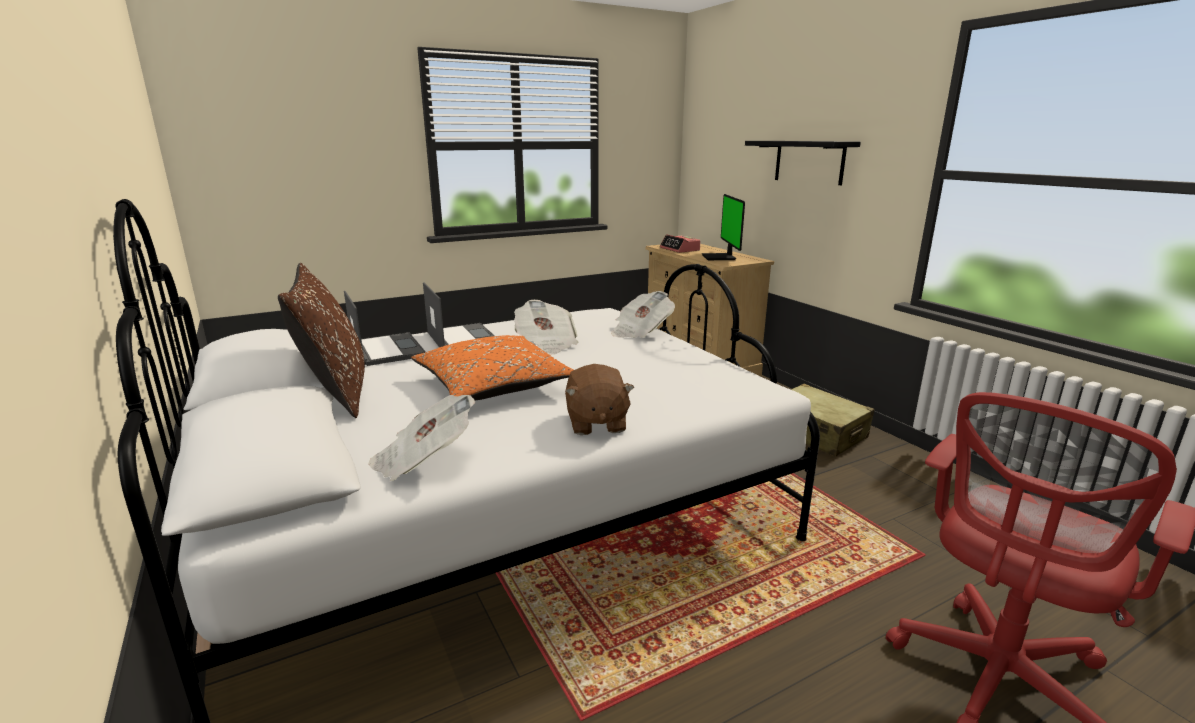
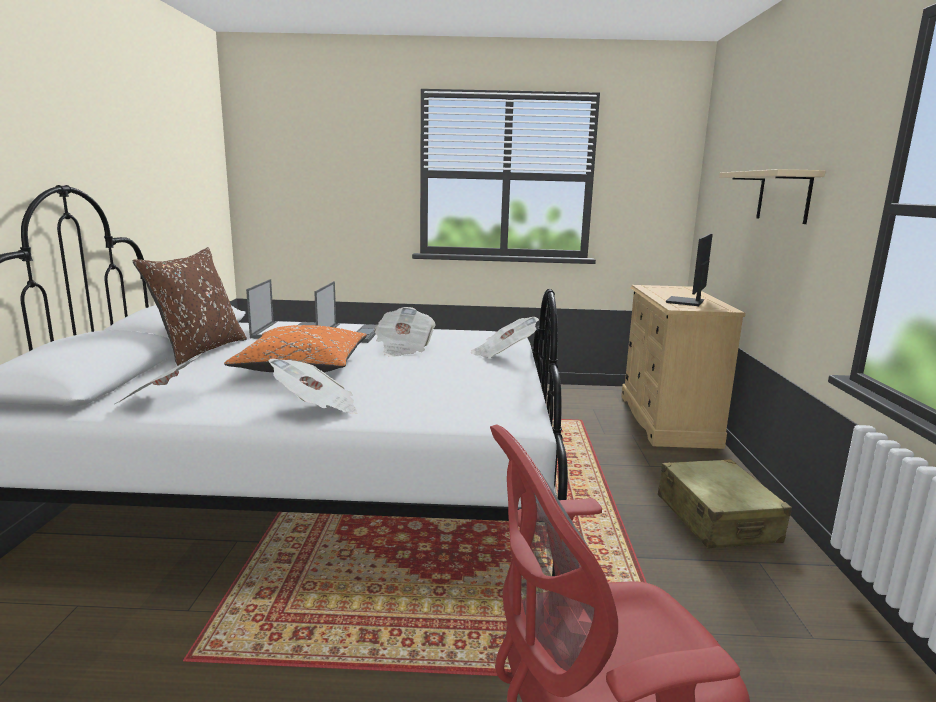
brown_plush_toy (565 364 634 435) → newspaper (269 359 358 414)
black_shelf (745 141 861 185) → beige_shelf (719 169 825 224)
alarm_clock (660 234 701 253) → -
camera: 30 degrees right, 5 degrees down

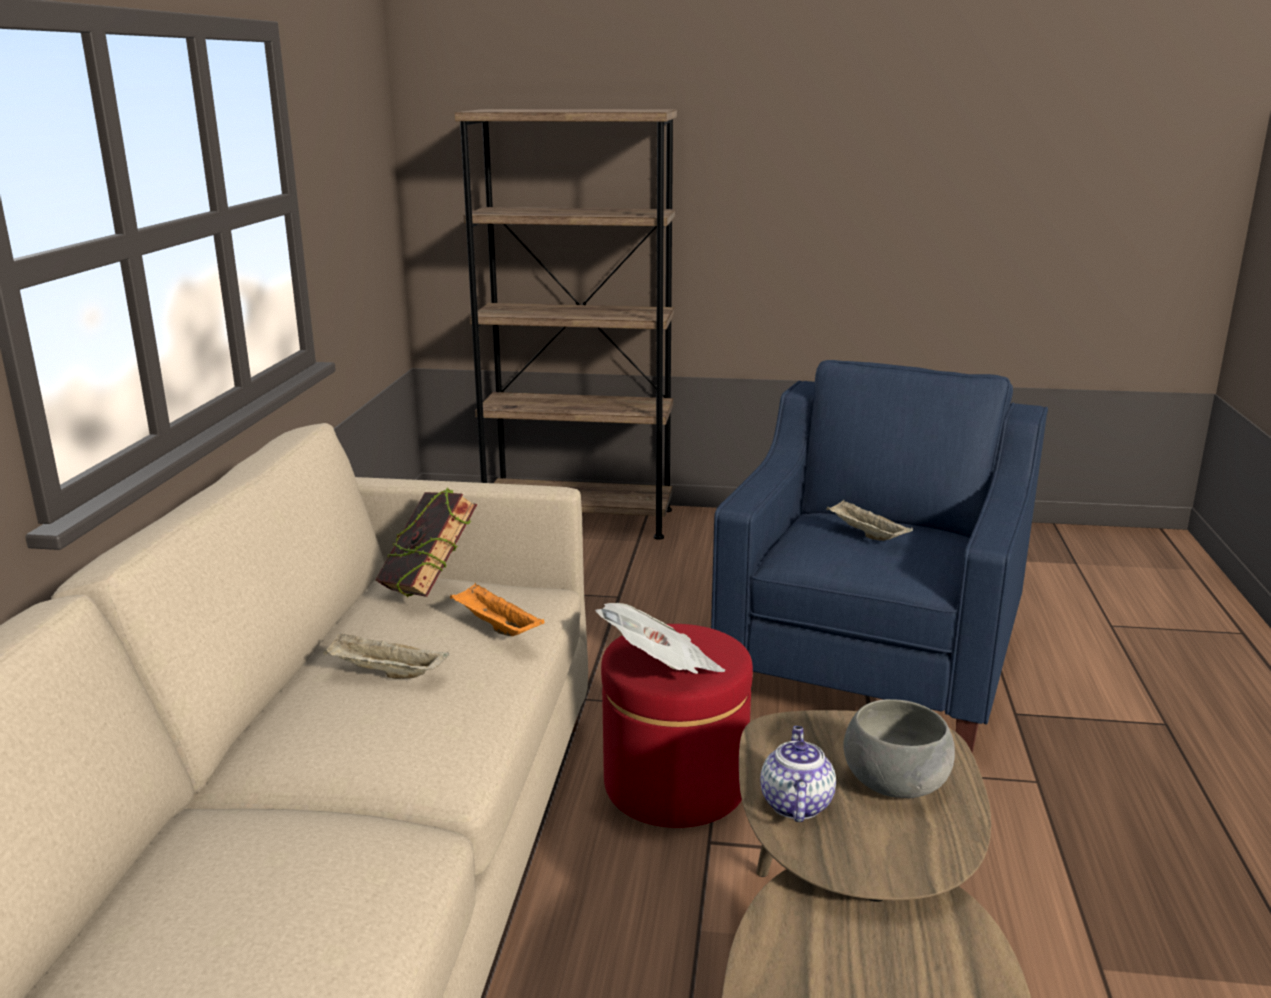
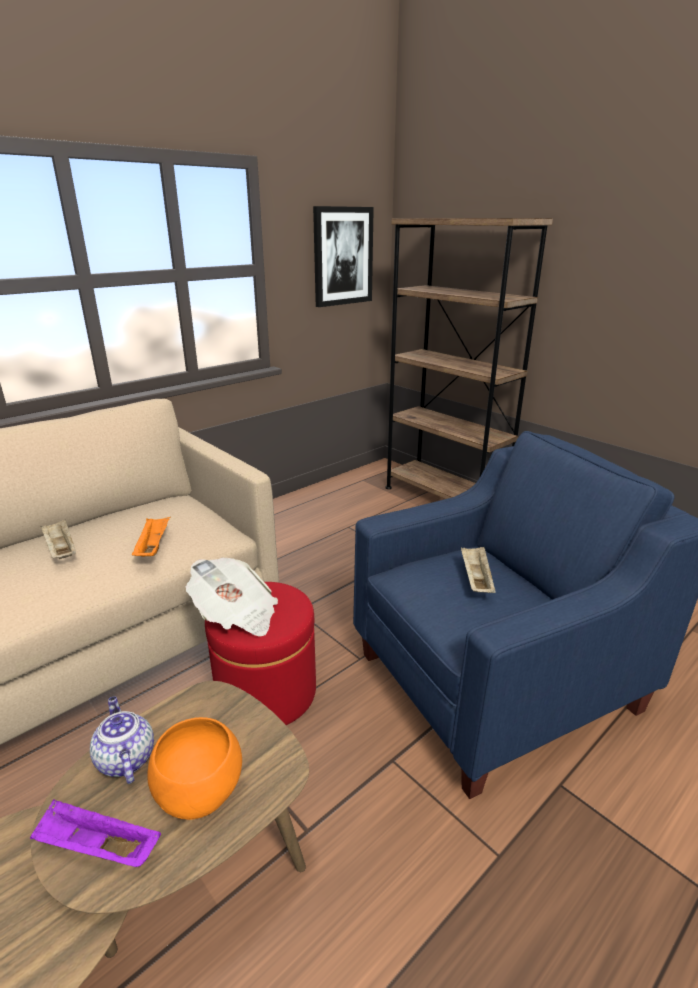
- → purple_tray (30 799 161 867)
teapot (760 726 836 822) → teapot (90 696 154 784), 75 degrees counterclockwise
grey_bowl (843 699 955 798) → orange_bowl (147 717 242 820)
- → picture (313 206 374 307)
book (376 488 477 598) → -
camera: 40 degrees right, 5 degrees up

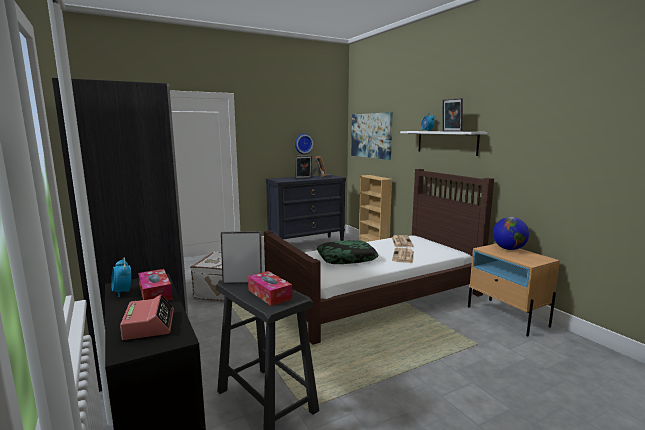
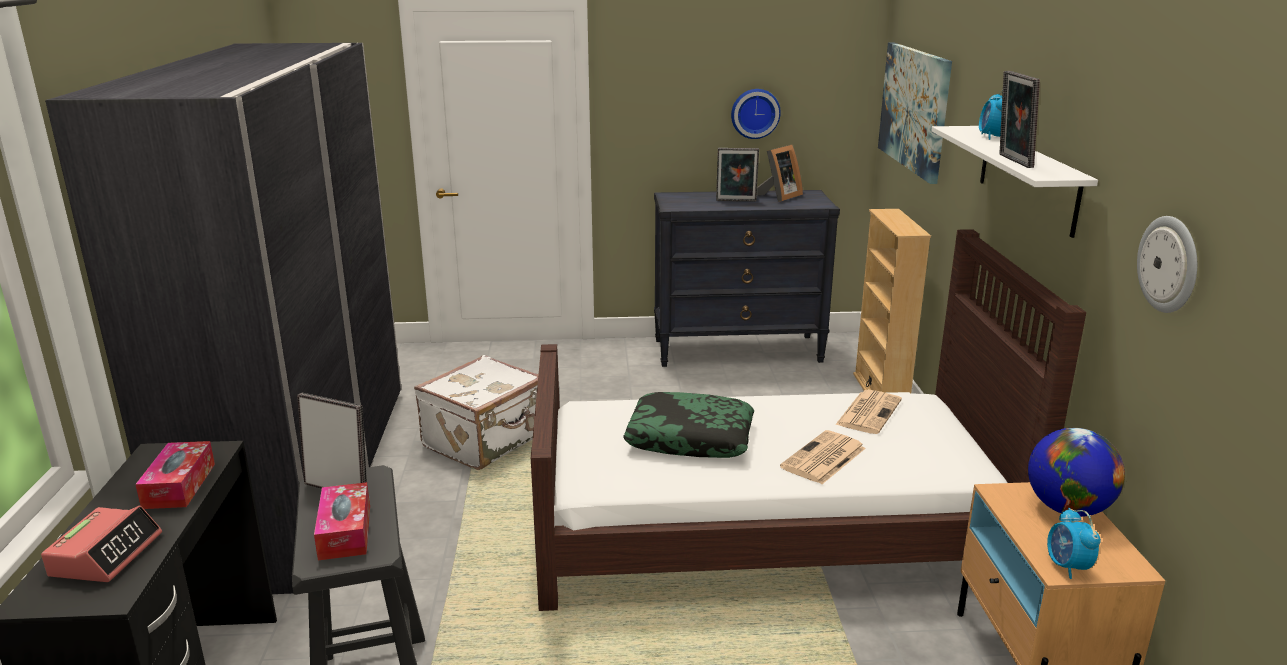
alarm_clock (111 257 131 297) → alarm_clock (1047 508 1101 579), relocated
- → wall_clock (1137 216 1197 313)
camera: 25 degrees right, 10 degrees up

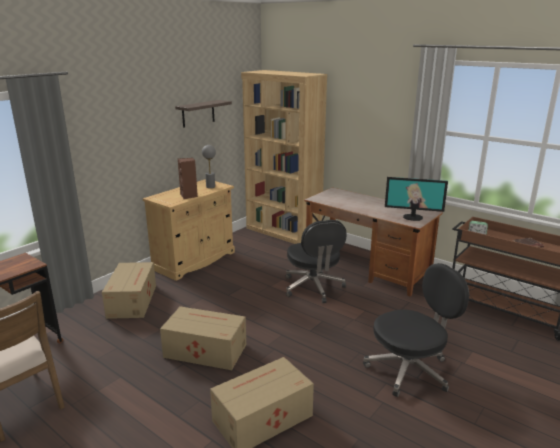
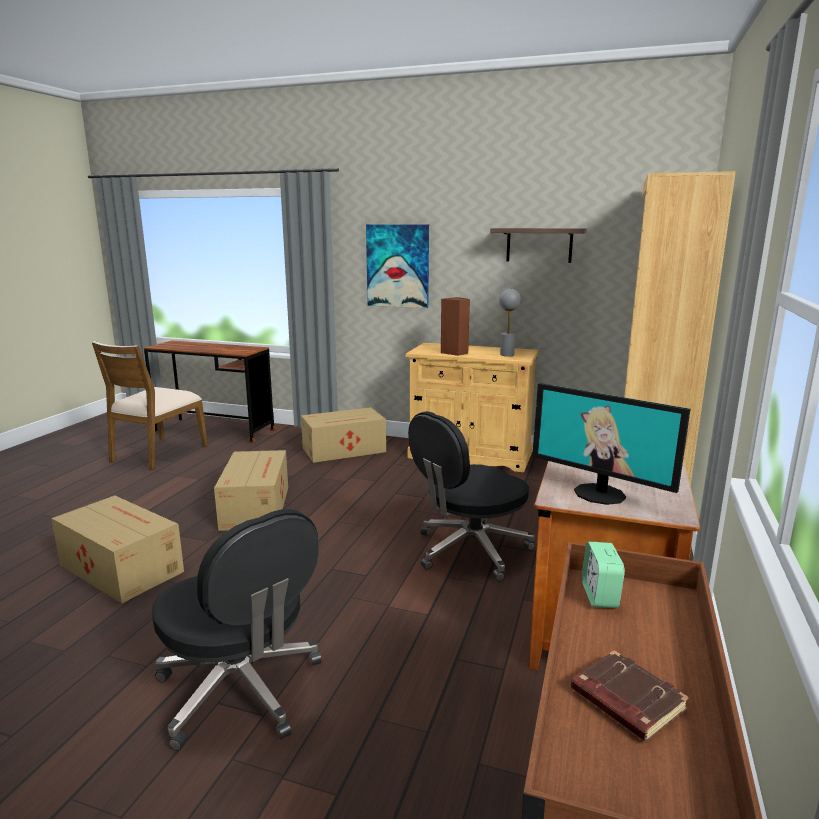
- → picture (366 224 429 308)
monitor (385 177 448 221) → monitor (532 383 691 505), 45 degrees counterclockwise
camera: 70 degrees right, 5 degrees down

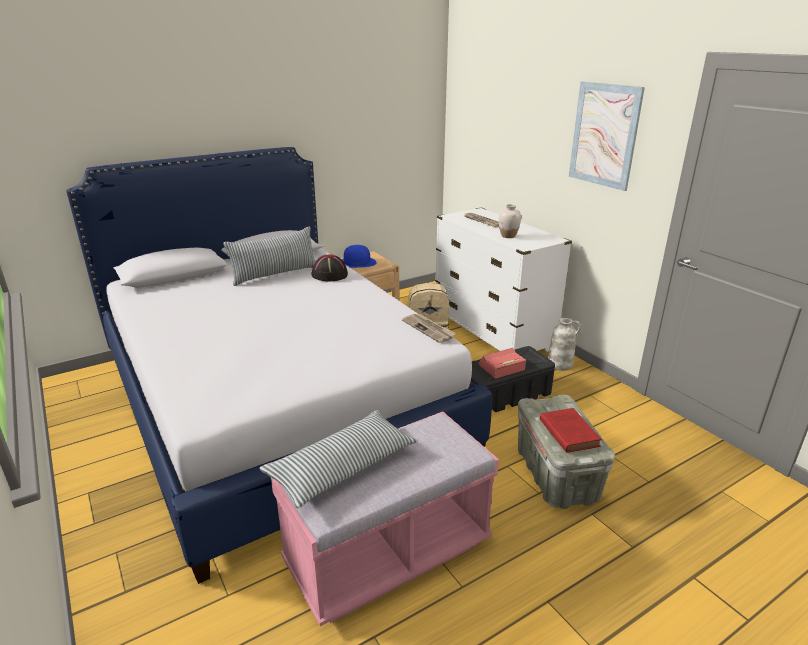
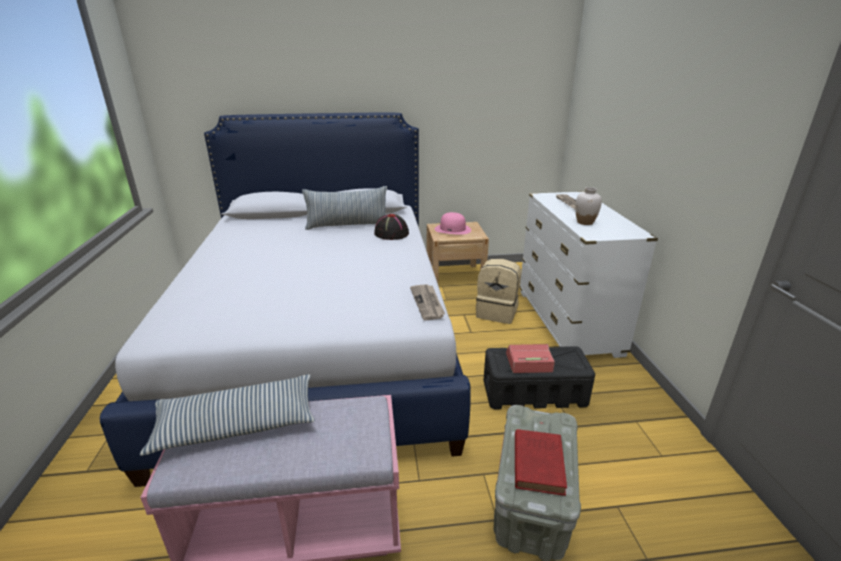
blue_hat (342 245 377 268) → pink_hat (435 212 471 235)
white_vase (548 318 581 371) → -
picture (569 82 645 191) → -
camera: 25 degrees right, 0 degrees up

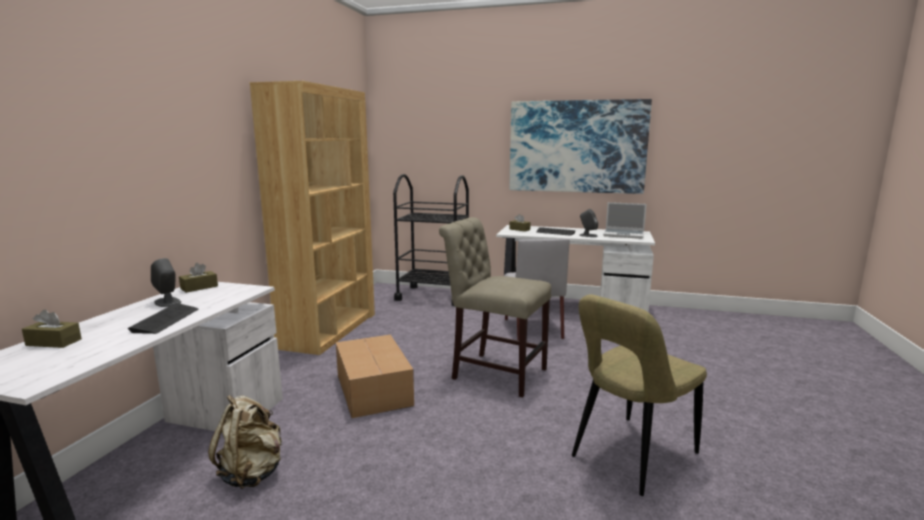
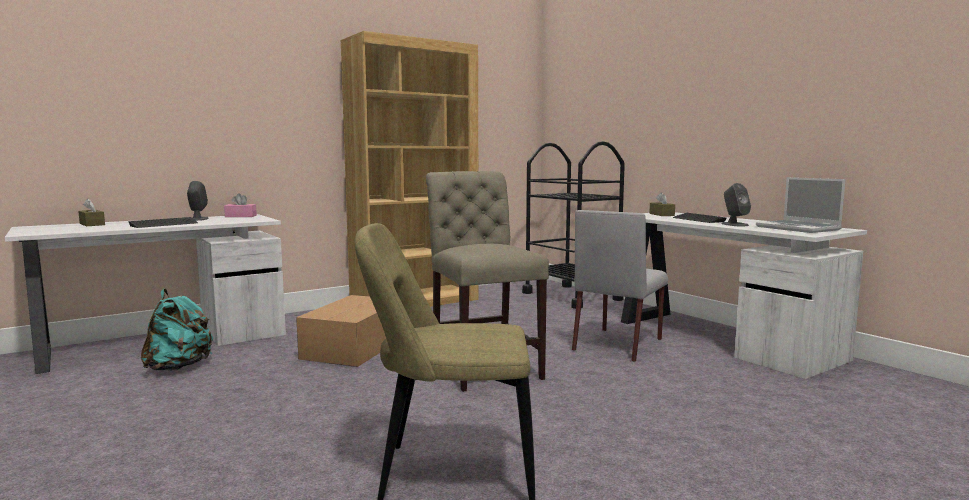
beige_backpack (208 395 282 489) → turquoise_backpack (141 289 213 371)
brown_tissue_box (179 263 218 293) → pink_tissue_box (224 193 257 217)
picture (509 99 652 194) → -
camera: 40 degrees right, 5 degrees down

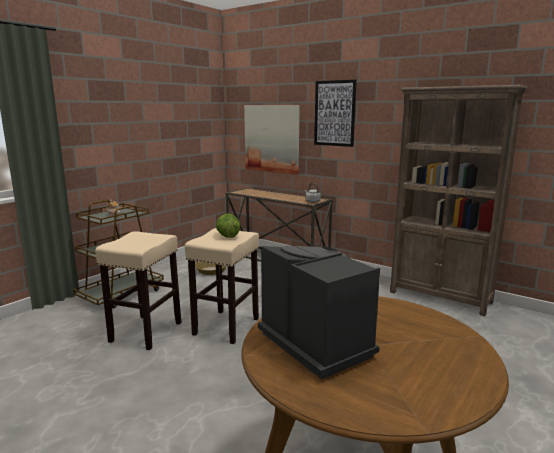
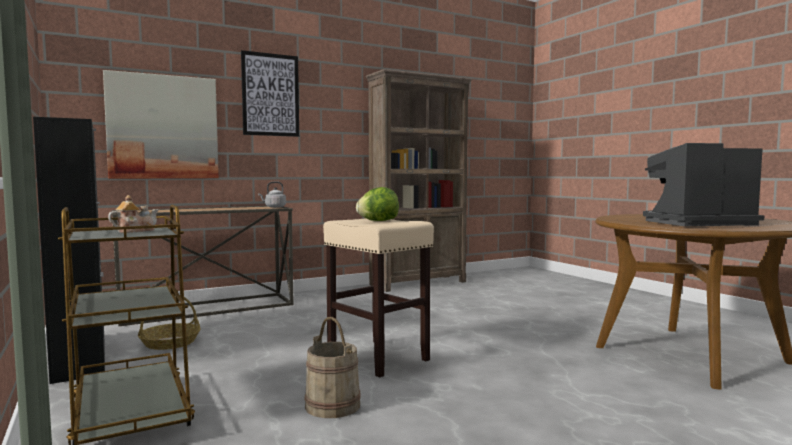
- → black_cabinet (33 117 105 384)
beige_stool (95 231 181 350) → beige_bucket (304 317 361 418)
camera: 65 degrees left, 10 degrees down

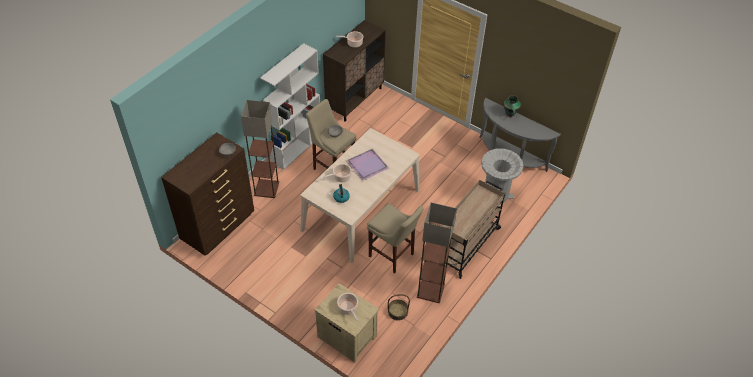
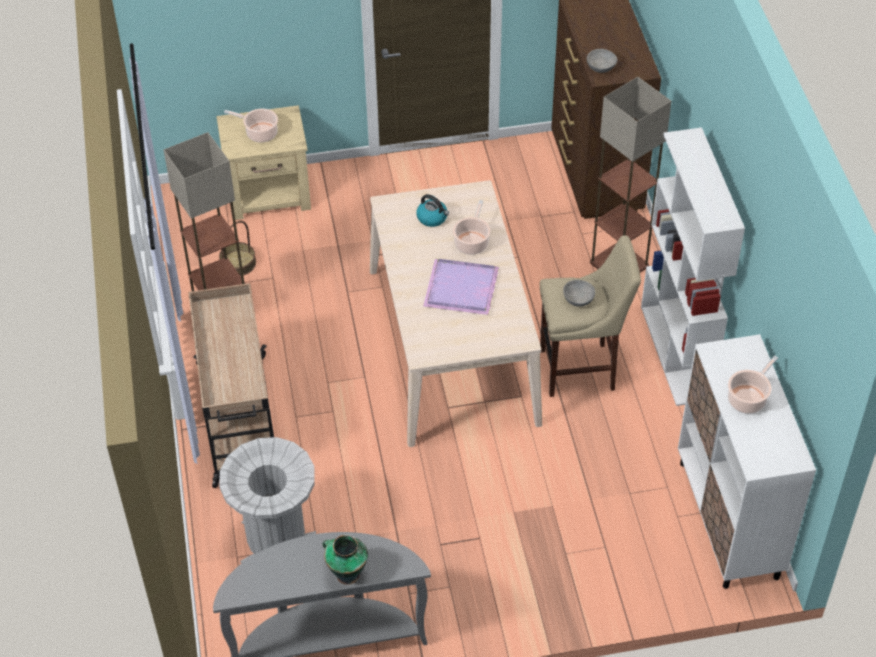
brown_cabinet (323 20 386 122) → white_cabinet (678 334 816 589)
beige_stool (367 203 423 274) → -
camera: 135 degrees right, 0 degrees up

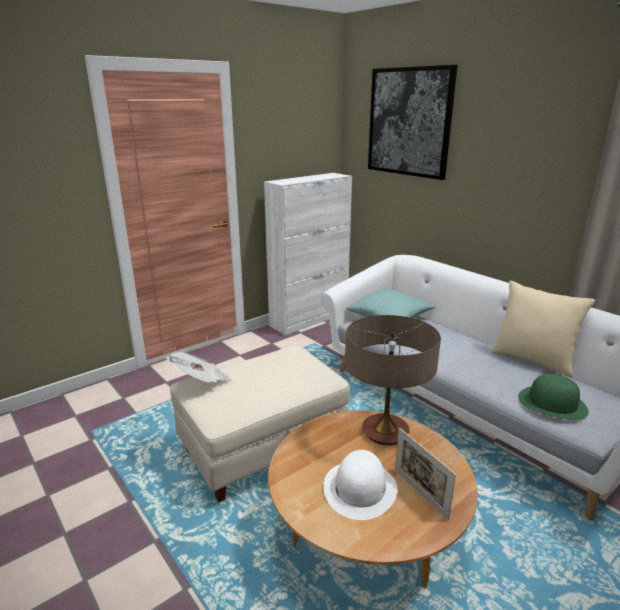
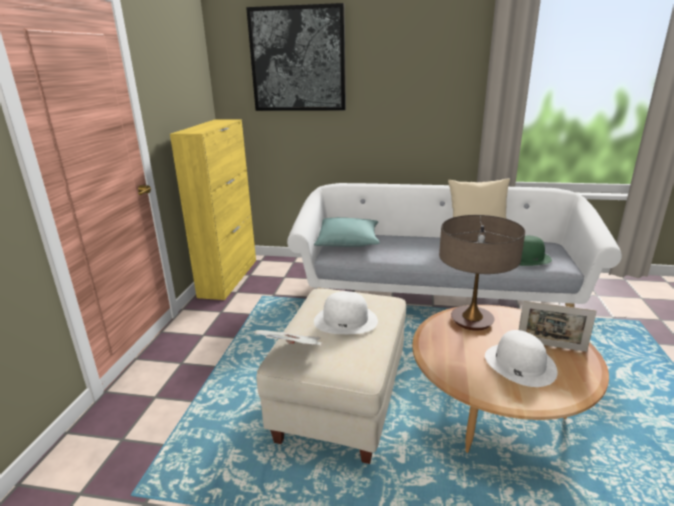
white_cabinet (264 173 352 335) → yellow_cabinet (170 119 256 300)
- → white_hat (314 291 378 334)
camera: 40 degrees left, 0 degrees up

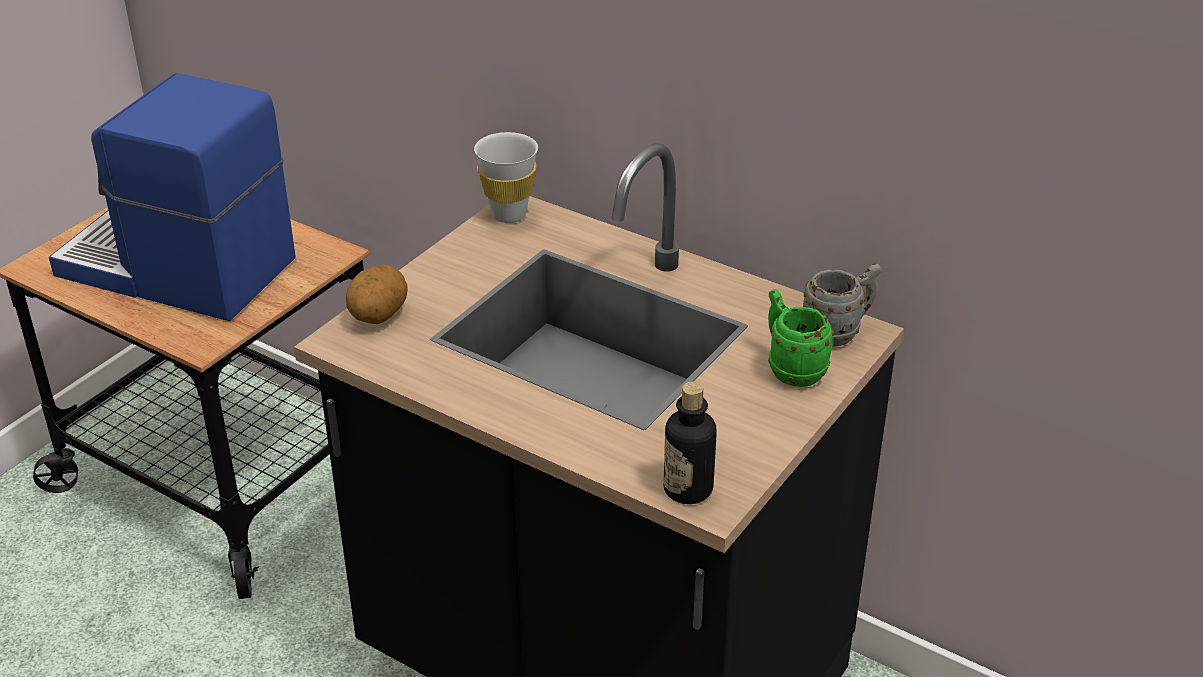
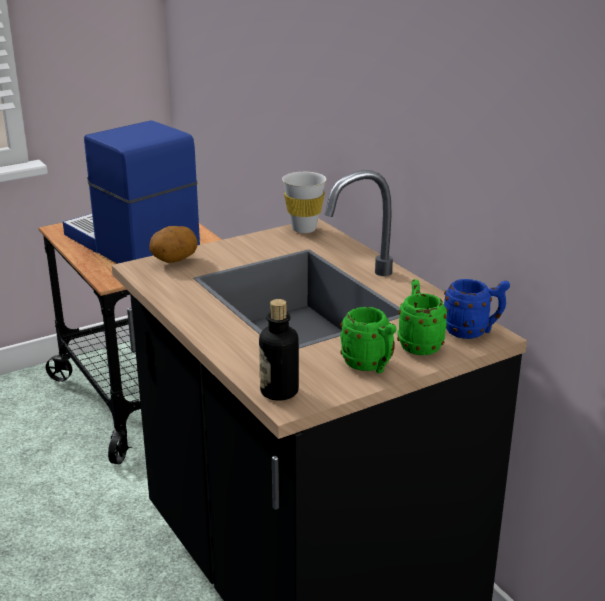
- → green_mug (340 307 397 374)
grey_mug (803 264 881 347) → blue_mug (444 279 510 339)
camera: 25 degrees right, 10 degrees down

